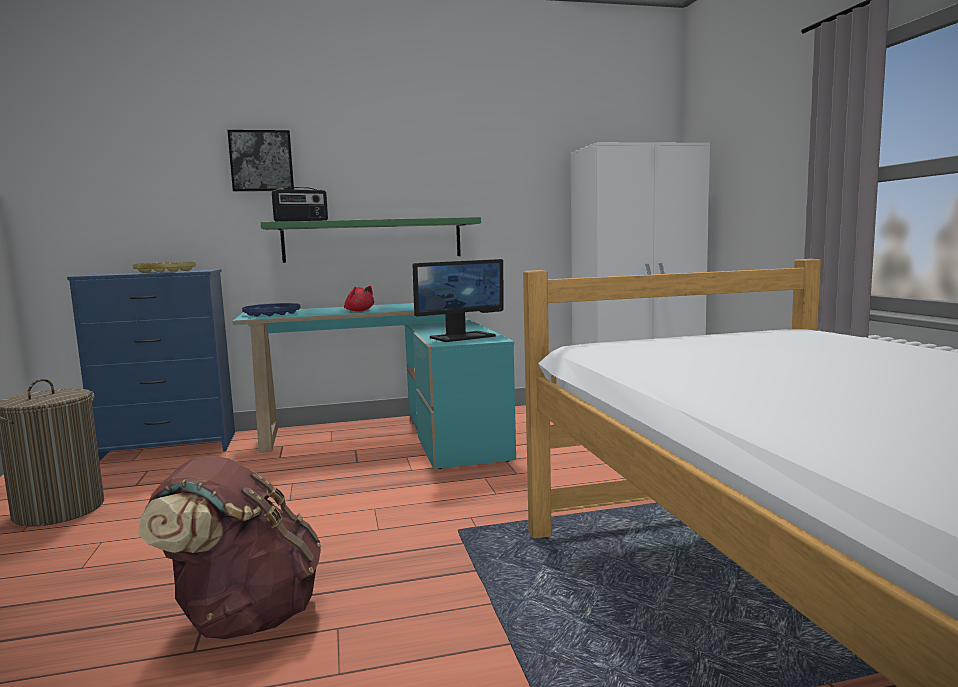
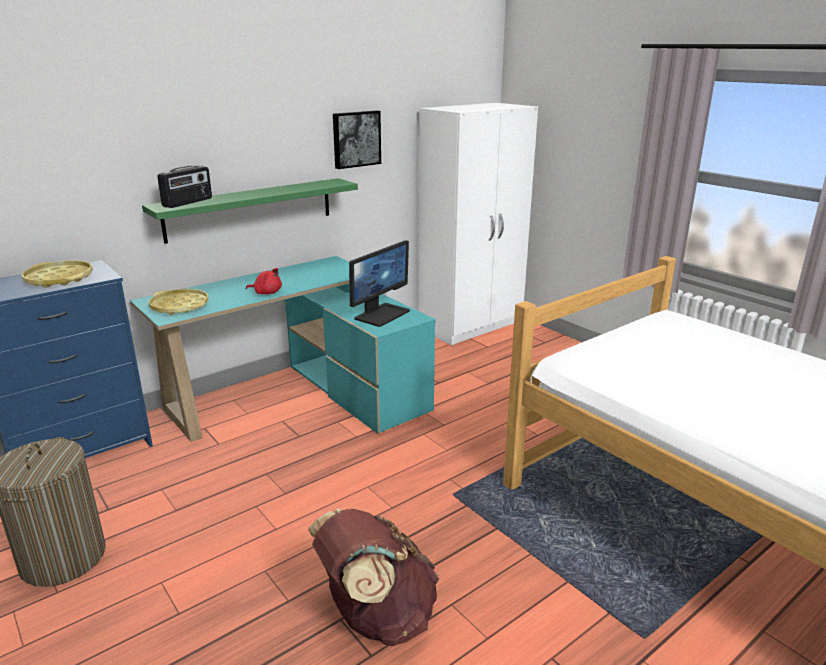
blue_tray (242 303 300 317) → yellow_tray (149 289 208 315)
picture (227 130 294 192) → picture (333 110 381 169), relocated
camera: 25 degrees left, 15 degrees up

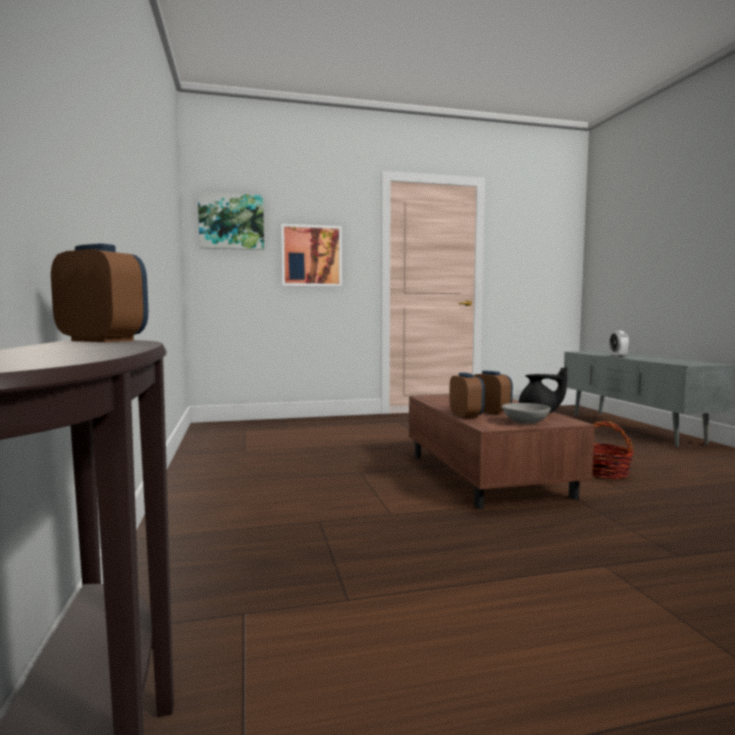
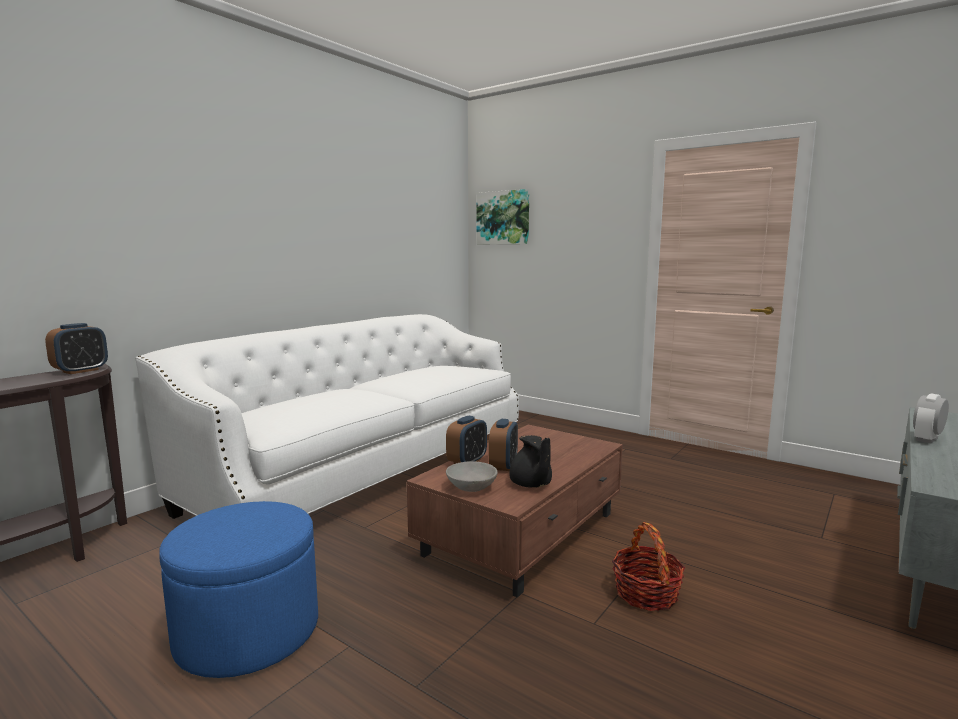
alarm_clock (51 243 148 342) → alarm_clock (45 323 108 374), 45 degrees clockwise
- → white_sofa (135 314 519 519)
- → blue_ottoman (159 501 318 678)
picture (281 224 342 287) → -
camera: 50 degrees right, 5 degrees up

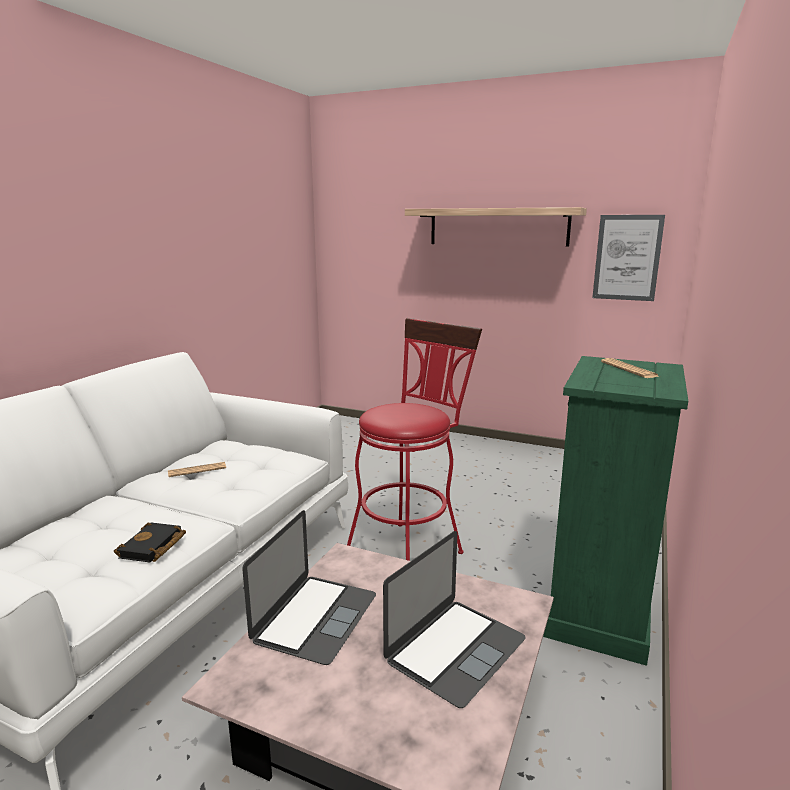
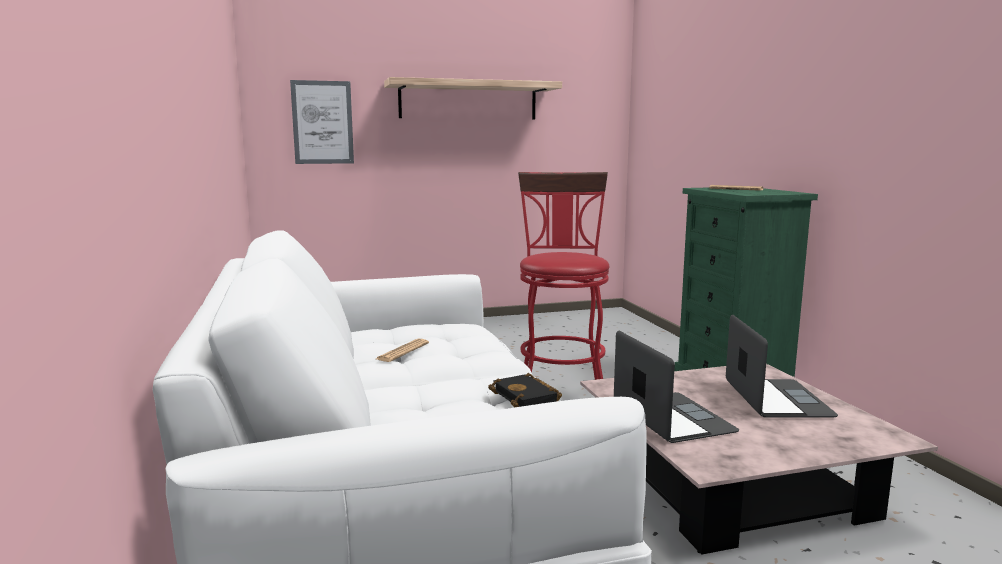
picture (592 215 665 301) → picture (290 80 354 164), relocated
camera: 40 degrees left, 5 degrees down

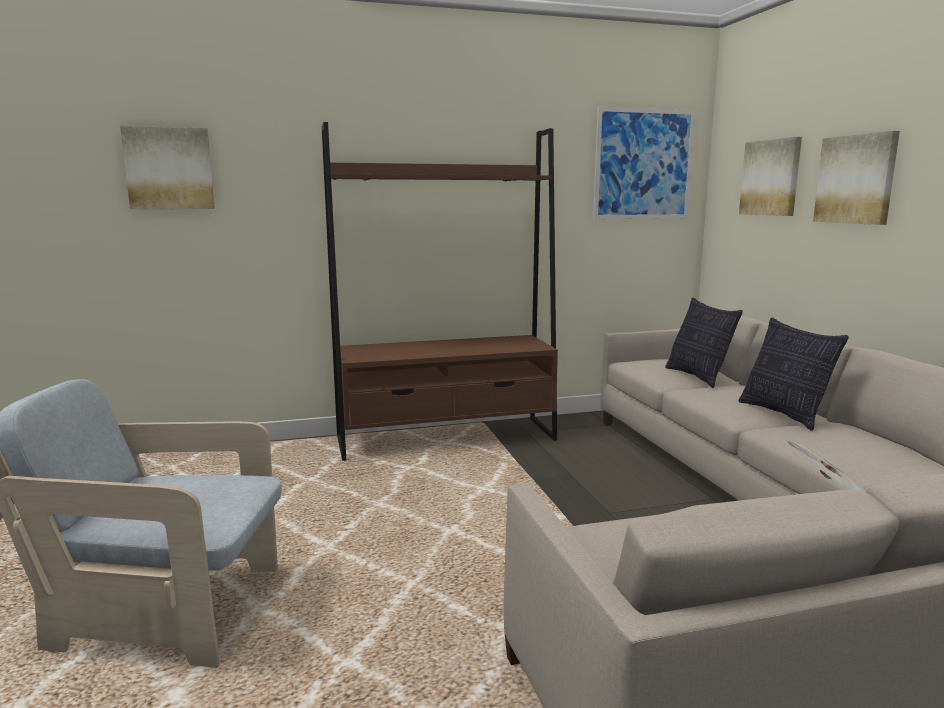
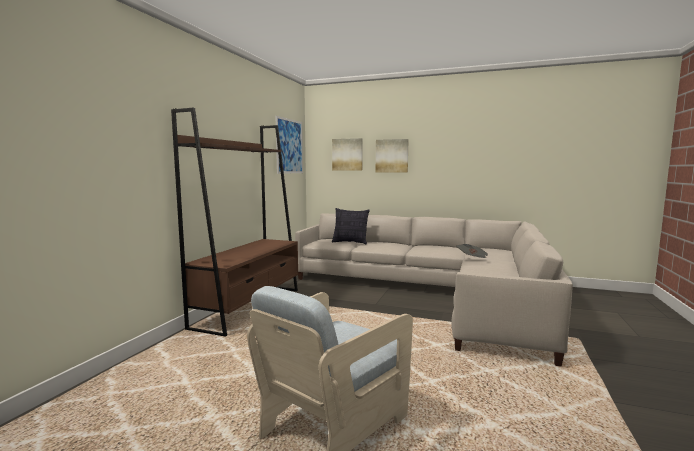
picture (120 126 215 209) → -
pillow (738 317 849 431) → -
camera: 55 degrees left, 5 degrees down

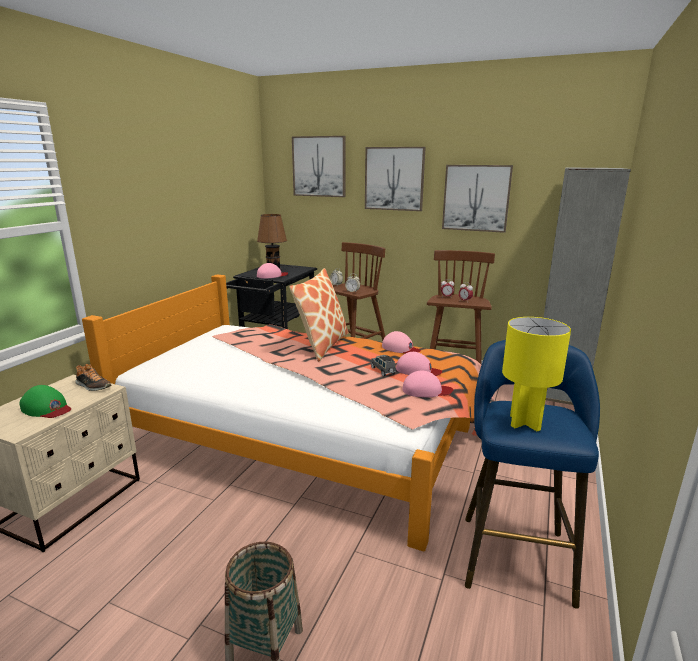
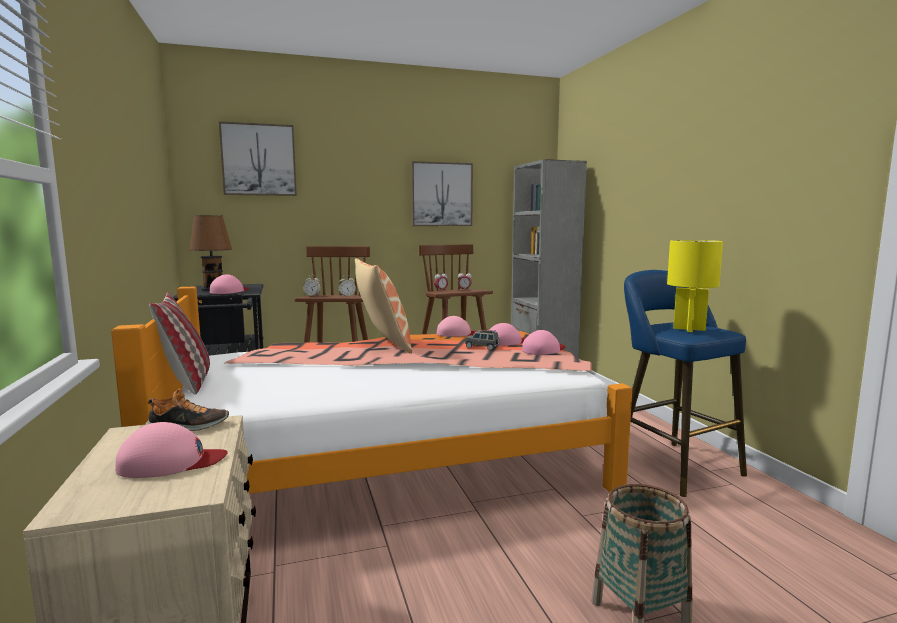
green_cap (19 385 71 418) → pink_cap (115 422 228 478)
- → pillow (149 292 210 394)
picture (365 147 426 211) → -
camera: 40 degrees left, 10 degrees down

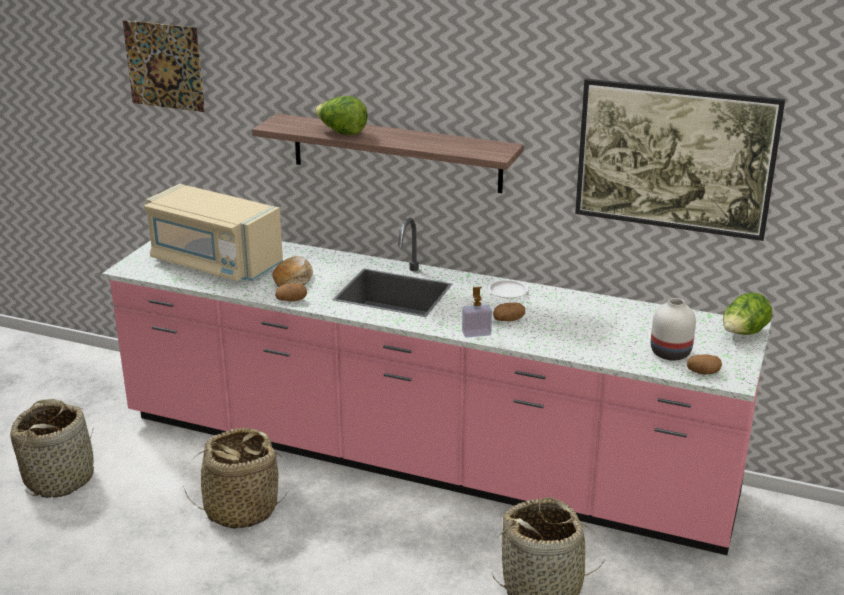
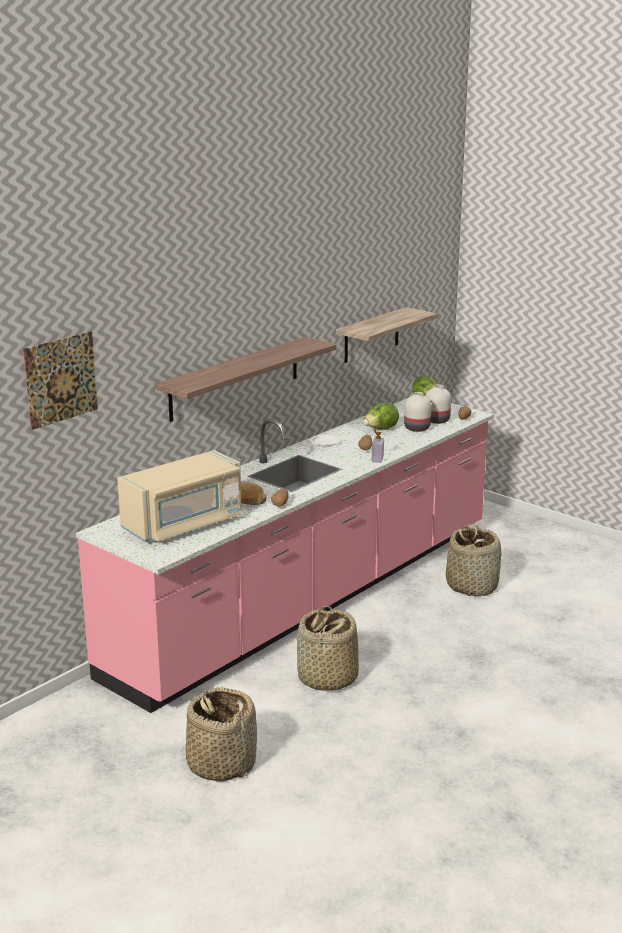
picture (575 79 785 241) → shelf (336 307 438 363)
lettuce (314 96 368 135) → lettuce (363 403 399 430), relocated
- → white_vase (404 392 431 432)
camera: 70 degrees left, 5 degrees down

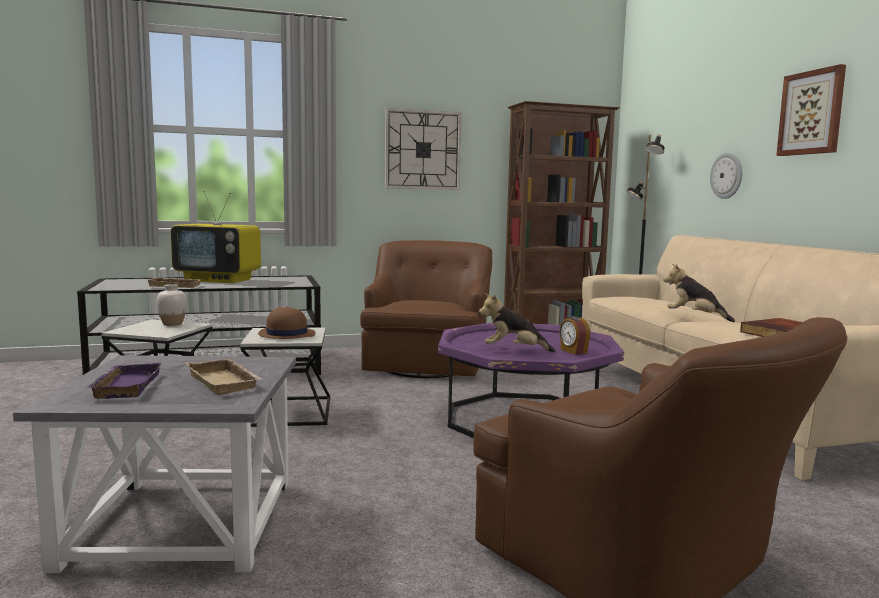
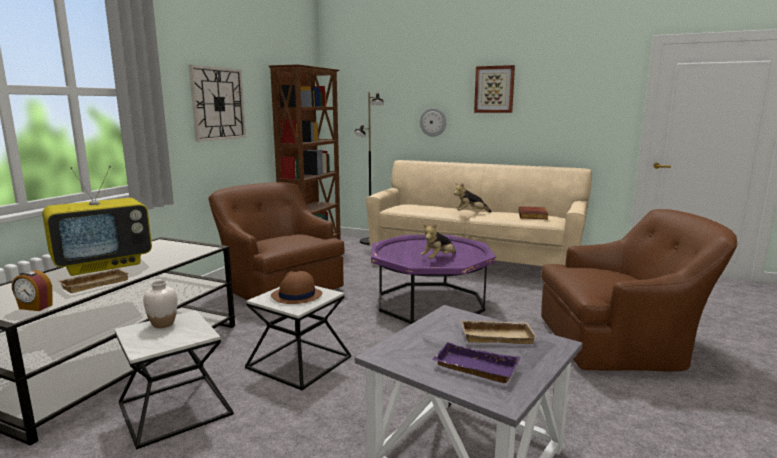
alarm_clock (559 316 590 355) → alarm_clock (12 270 53 311), relocated
camera: 50 degrees left, 5 degrees up

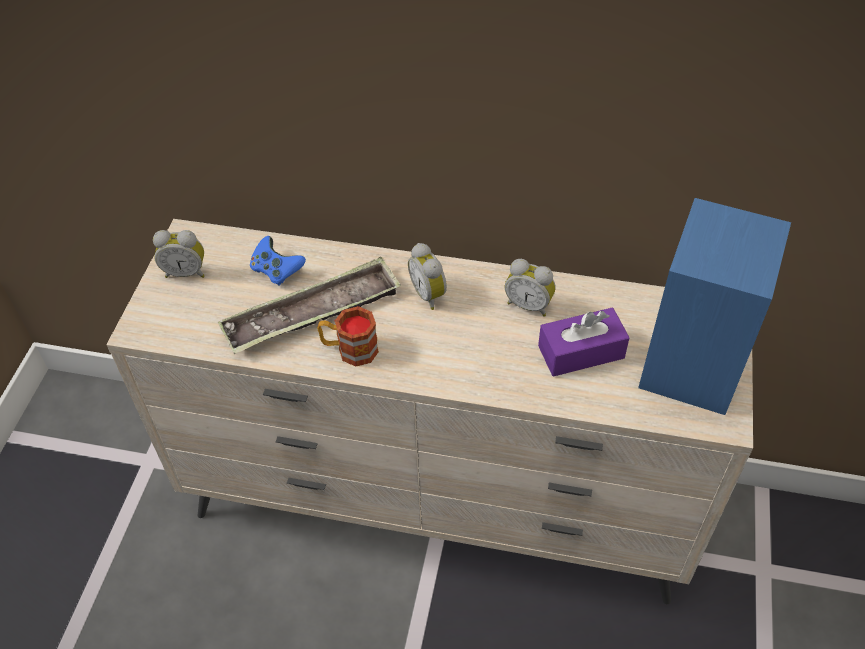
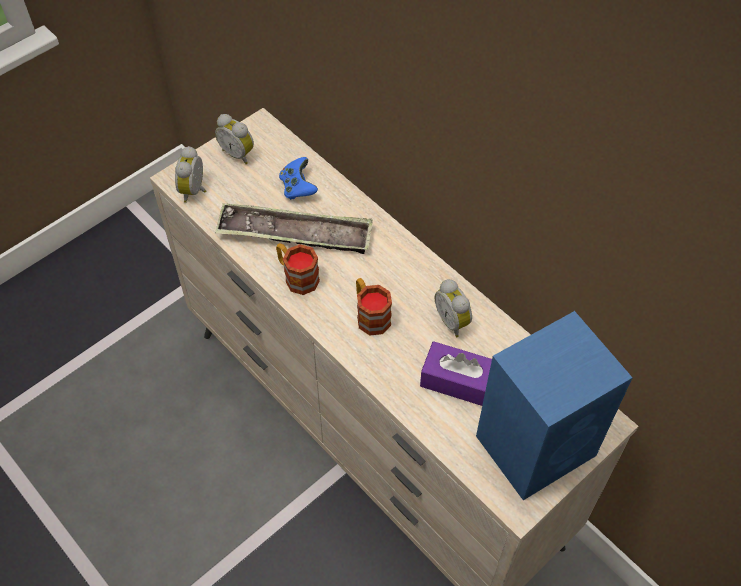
alarm_clock (408 243 447 310) → alarm_clock (175 146 206 203), relocated
- → mug (356 278 392 336)
camera: 35 degrees right, 5 degrees up

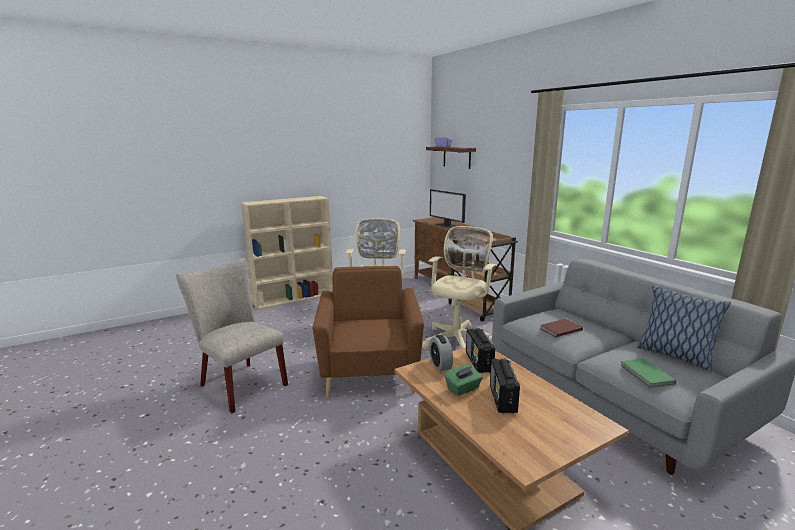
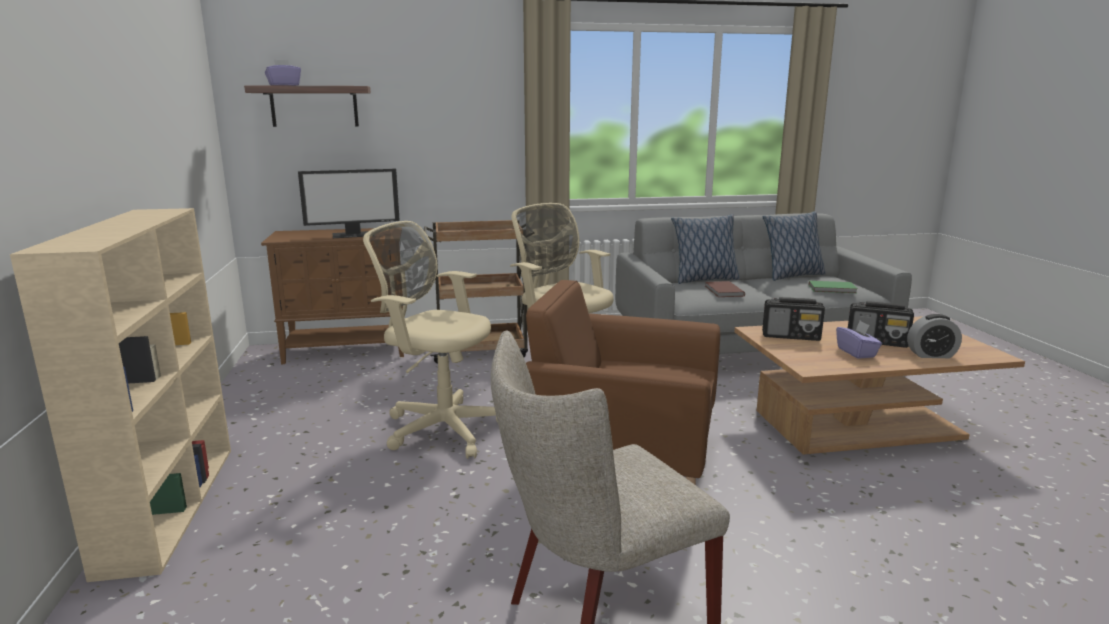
- → pillow (671 214 740 284)
green_tissue_box (445 365 483 396) → purple_tissue_box (836 321 882 359)
alarm_clock (429 335 453 371) → alarm_clock (907 314 962 358), relocated
camera: 70 degrees left, 0 degrees up

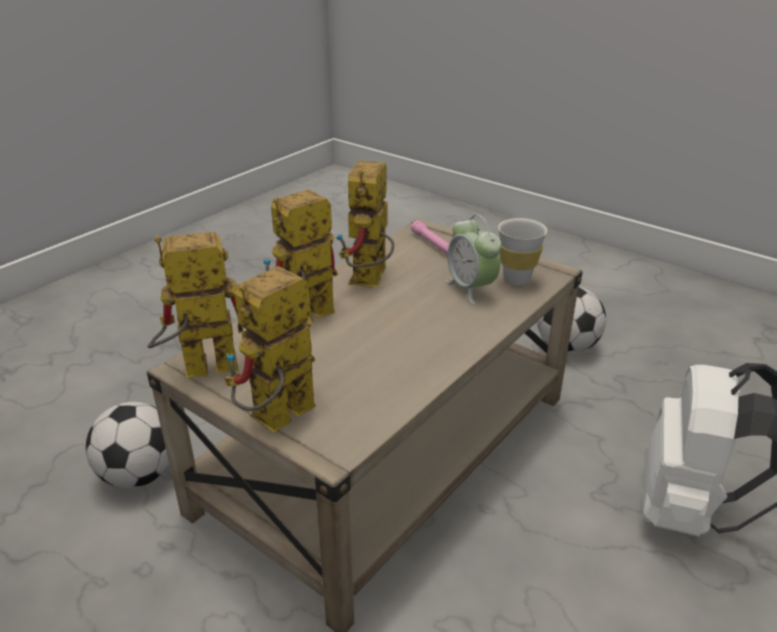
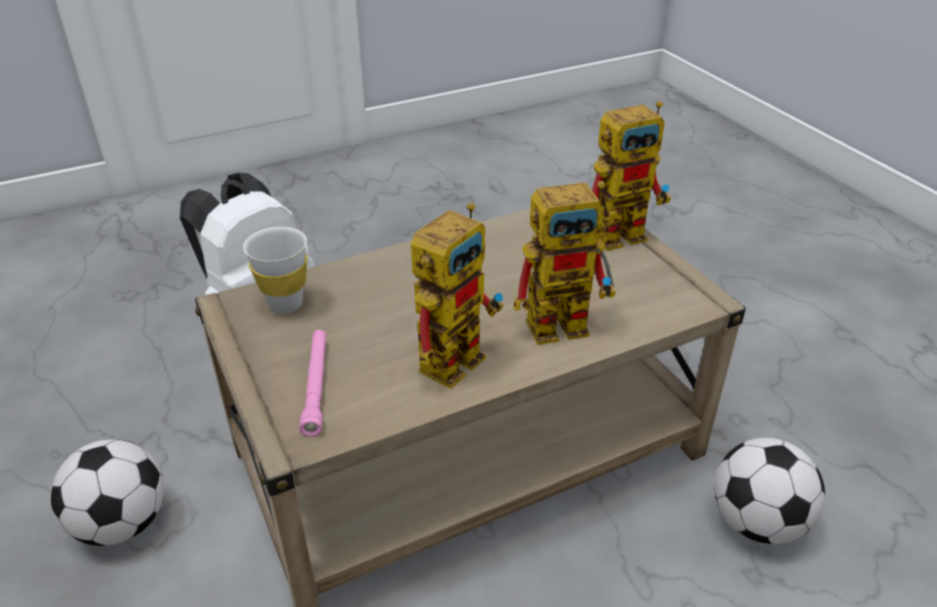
toy_robot (147 232 243 377) → -
alarm_clock (445 215 502 305) → -
camera: 155 degrees left, 5 degrees up

